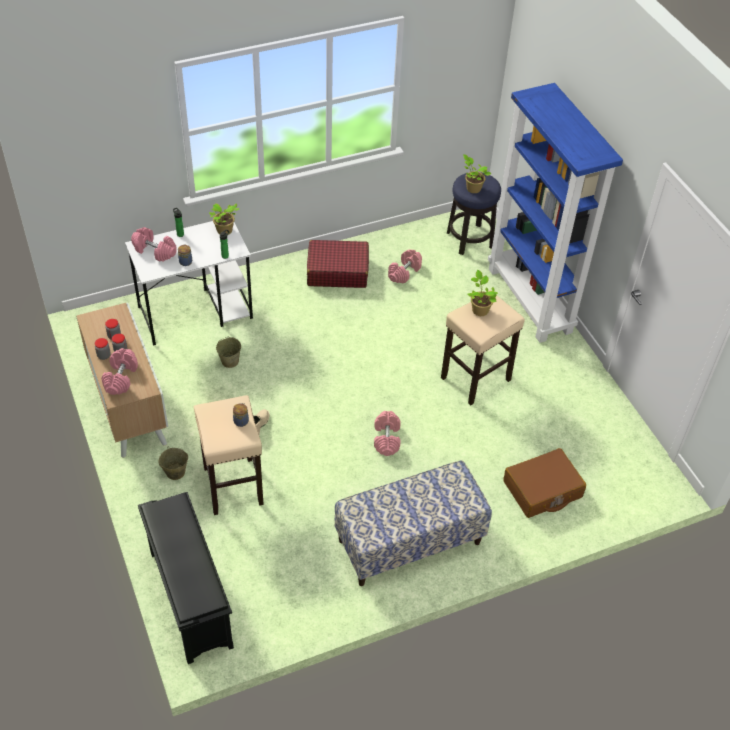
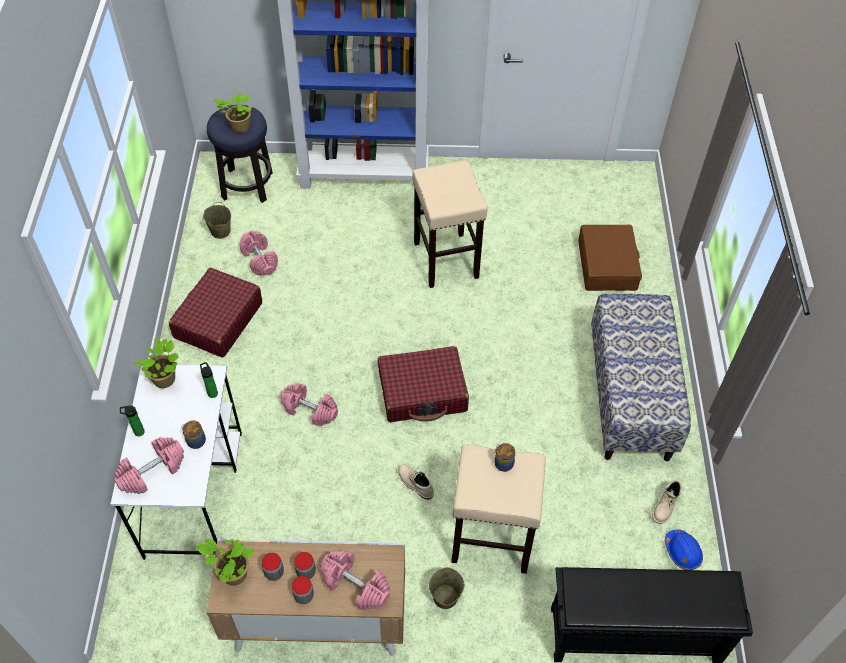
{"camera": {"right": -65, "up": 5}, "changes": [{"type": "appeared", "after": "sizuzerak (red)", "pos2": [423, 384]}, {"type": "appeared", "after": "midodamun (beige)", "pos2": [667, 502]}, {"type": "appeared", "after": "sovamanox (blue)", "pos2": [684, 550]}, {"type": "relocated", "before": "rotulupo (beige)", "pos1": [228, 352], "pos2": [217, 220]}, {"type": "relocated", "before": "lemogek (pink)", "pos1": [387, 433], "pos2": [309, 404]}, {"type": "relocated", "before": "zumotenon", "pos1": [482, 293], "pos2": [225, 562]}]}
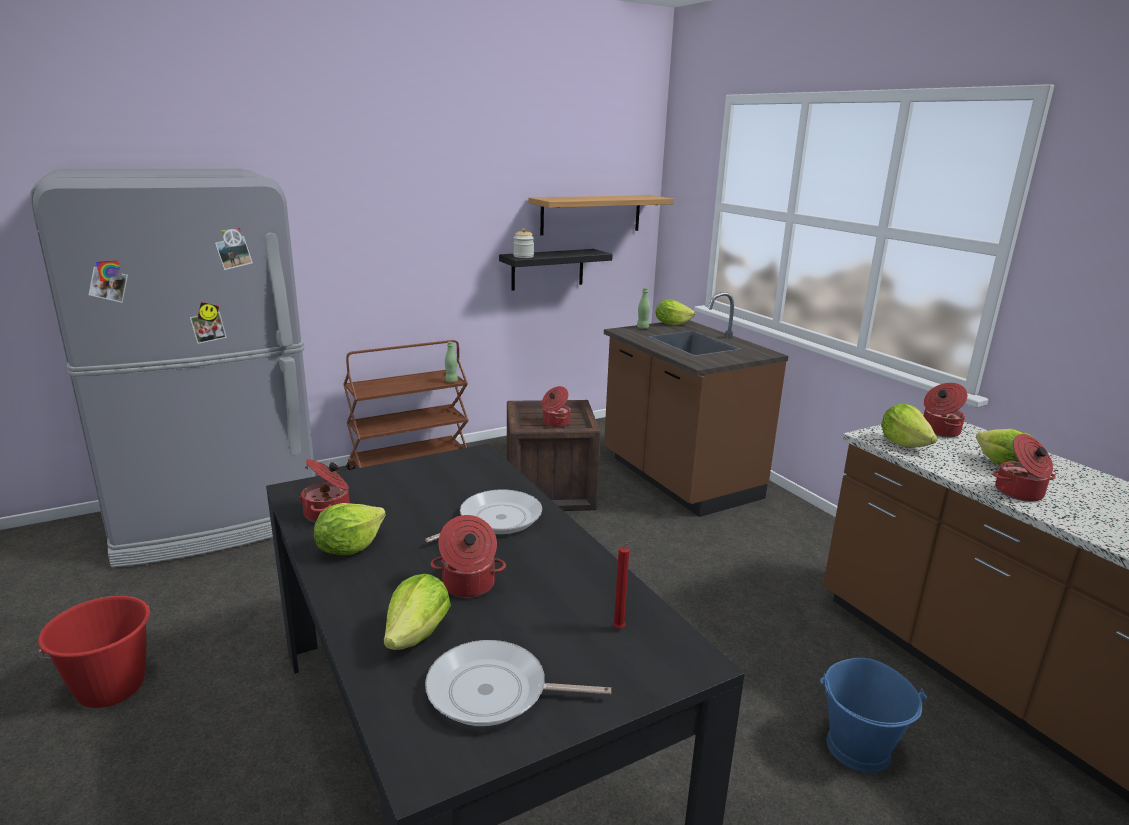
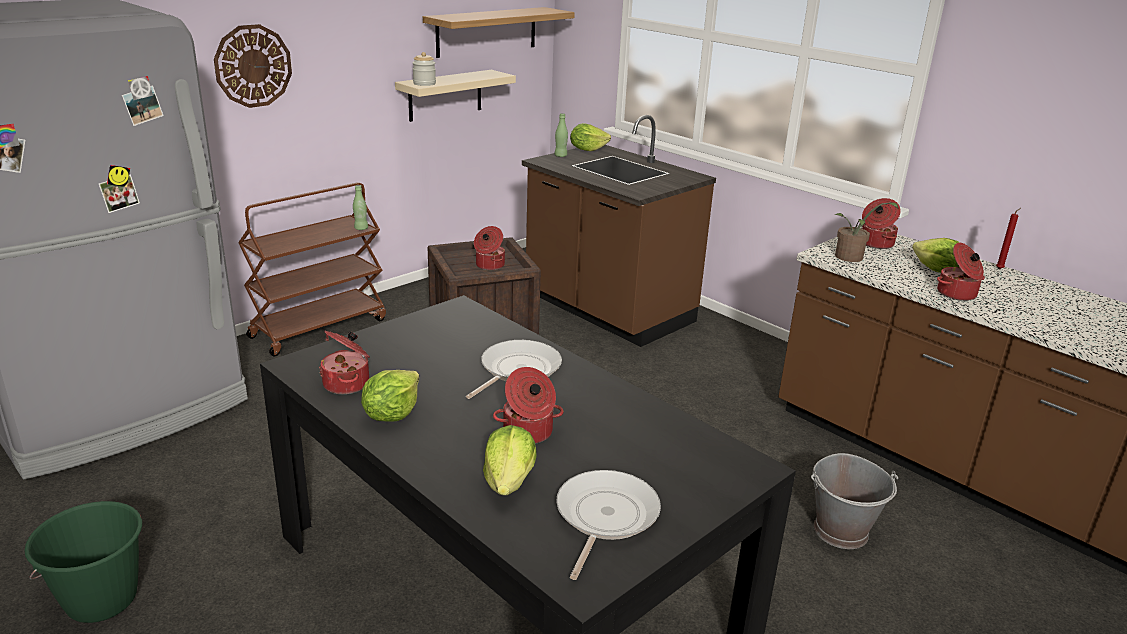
{"camera": {"right": -15, "up": 5}, "changes": [{"type": "appeared", "after": "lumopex", "pos2": [253, 66]}, {"type": "relocated", "before": "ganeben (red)", "pos1": [624, 584], "pos2": [1008, 238]}, {"type": "exchanged", "before": "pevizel", "after": "zumotenon", "pos1": [909, 426], "pos2": [867, 232]}, {"type": "colour", "before": "rotulupo (red)", "after": "rotulupo (green)", "pos1": [94, 652], "pos2": [83, 562]}, {"type": "colour", "before": "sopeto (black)", "after": "sopeto (beige)", "pos1": [556, 270], "pos2": [455, 96]}, {"type": "colour", "before": "rotulupo (blue)", "after": "rotulupo (grey)", "pos1": [873, 715], "pos2": [854, 501]}, {"type": "spun", "before": "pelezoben", "pos1": [518, 683], "pos2": [608, 525], "turn": 120}]}
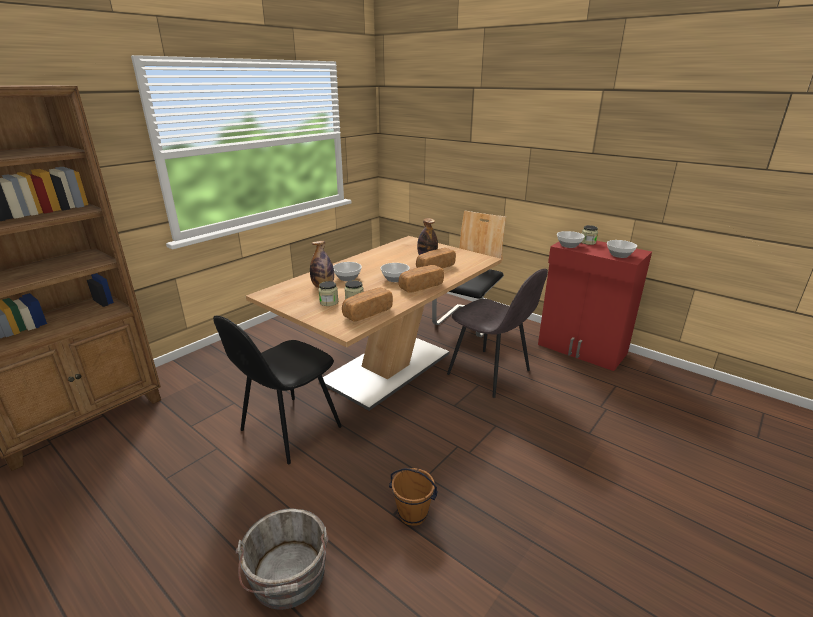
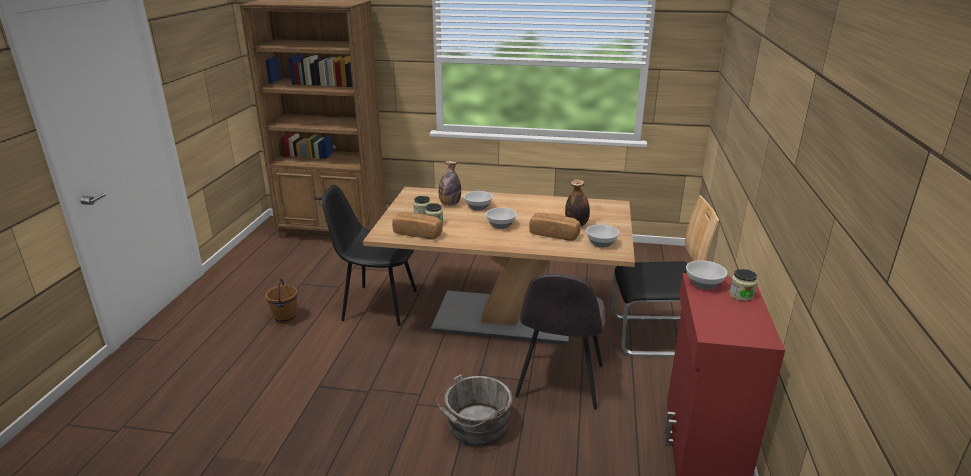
{"camera": {"right": 60, "up": 0}, "changes": [{"type": "missing", "before": "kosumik", "pos1": [421, 279]}, {"type": "relocated", "before": "rotulupo (grey)", "pos1": [282, 559], "pos2": [474, 410]}, {"type": "relocated", "before": "rotulupo (brown)", "pos1": [413, 497], "pos2": [282, 301]}, {"type": "relocated", "before": "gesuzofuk", "pos1": [622, 249], "pos2": [602, 236]}]}
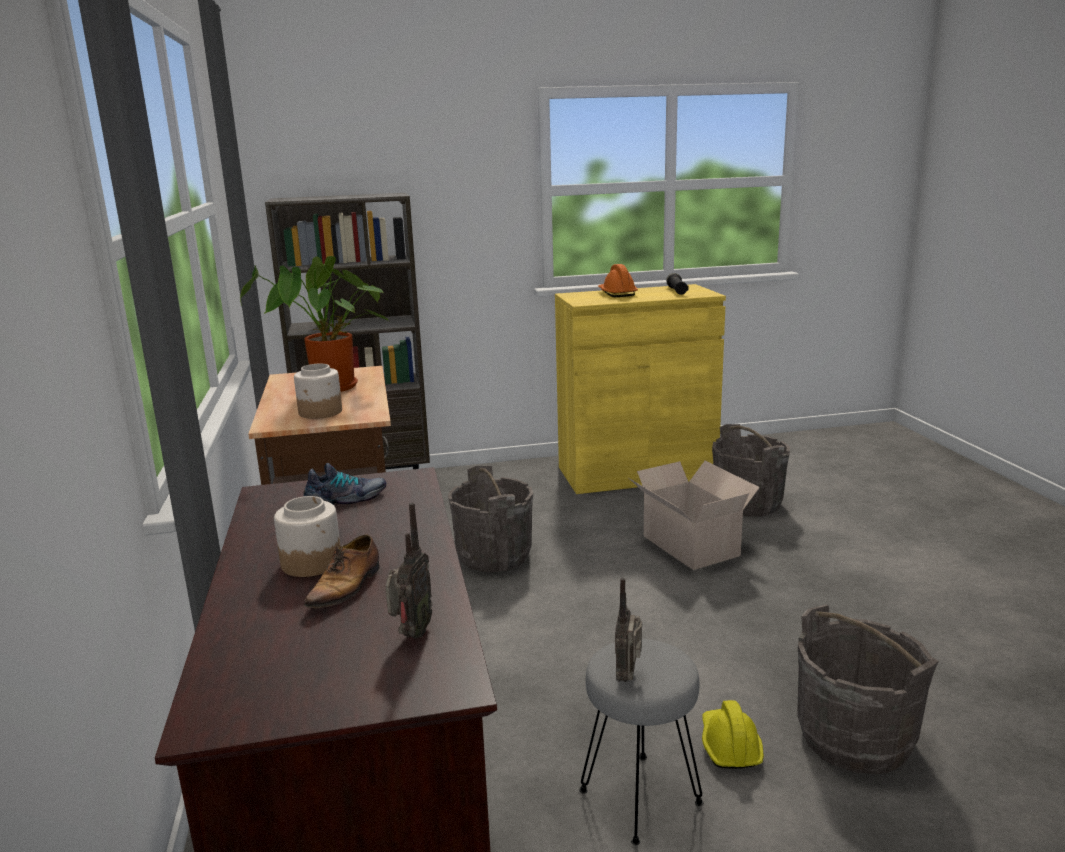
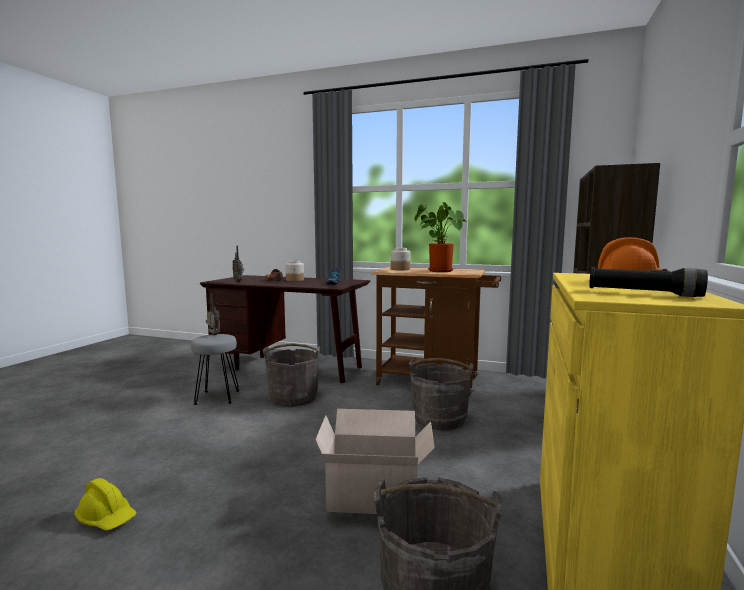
{"camera": {"right": 120, "up": -10}, "changes": [{"type": "relocated", "before": "sovamanox (yellow)", "pos1": [733, 734], "pos2": [105, 504]}, {"type": "relocated", "before": "rotulupo (grey)", "pos1": [868, 689], "pos2": [291, 375]}]}
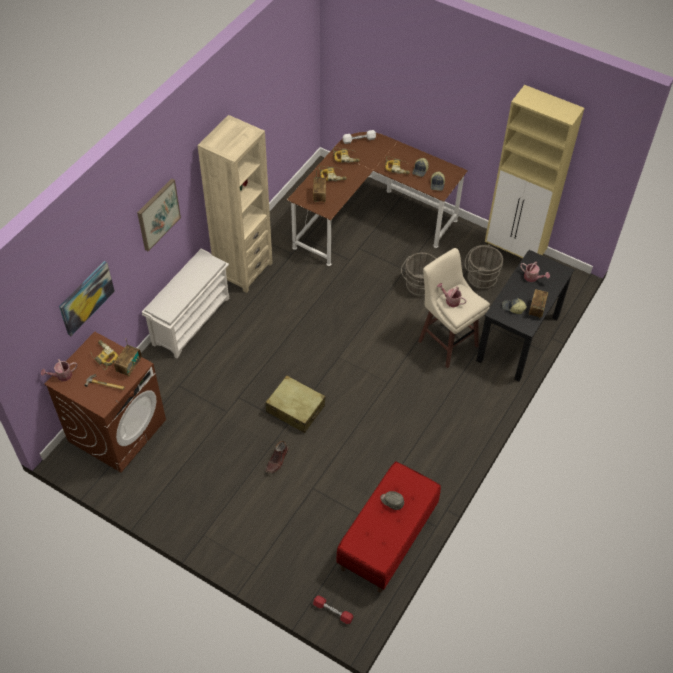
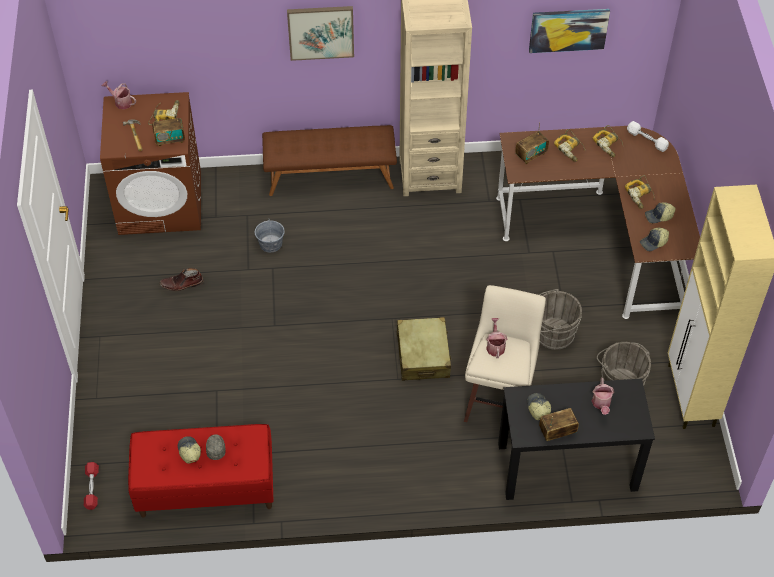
{"camera": {"right": 55, "up": 0}, "changes": [{"type": "appeared", "after": "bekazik", "pos2": [189, 450]}, {"type": "appeared", "after": "rotulupo (grey)", "pos2": [270, 236]}, {"type": "relocated", "before": "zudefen", "pos1": [87, 298], "pos2": [569, 31]}, {"type": "relocated", "before": "midodamun (brown)", "pos1": [276, 457], "pos2": [181, 279]}, {"type": "relocated", "before": "sizuzerak (beige)", "pos1": [296, 404], "pos2": [424, 349]}, {"type": "exchanged", "before": "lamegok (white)", "after": "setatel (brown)", "pos1": [185, 304], "pos2": [329, 160]}]}
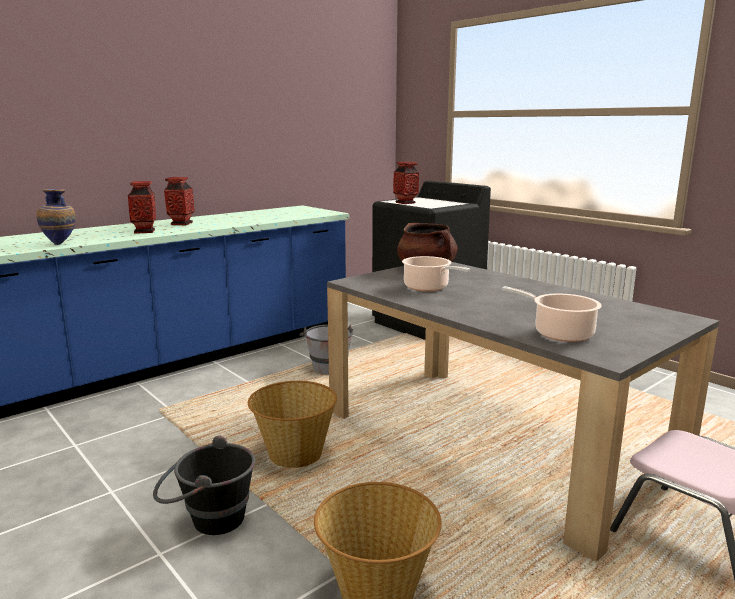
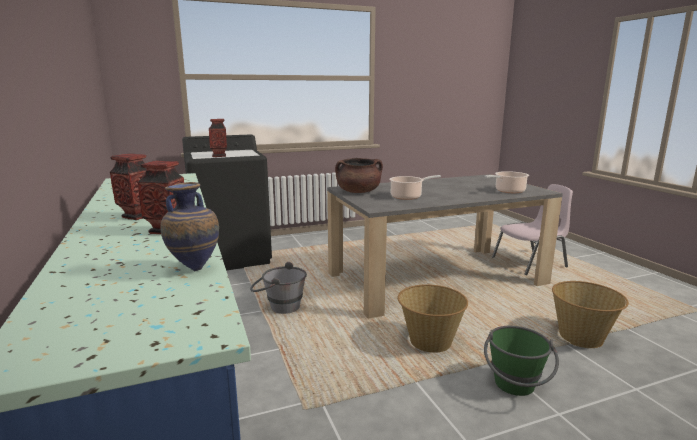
{"camera": {"right": -70, "up": 0}, "changes": [{"type": "colour", "before": "rotulupo (black)", "after": "rotulupo (green)", "pos1": [204, 485], "pos2": [521, 361]}]}
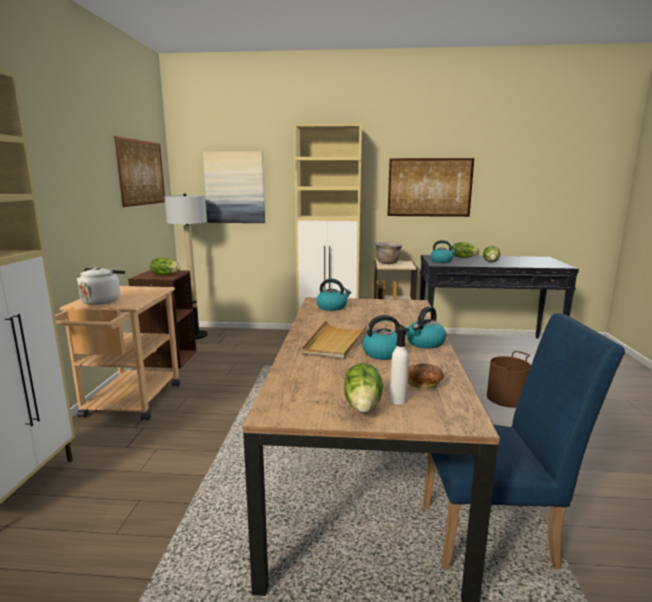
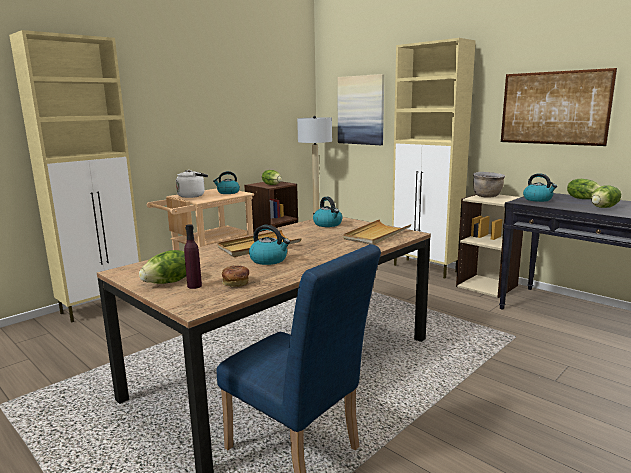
{"camera": {"right": 40, "up": 0}, "changes": [{"type": "missing", "before": "zudefen", "pos1": [139, 171]}, {"type": "missing", "before": "rotulupo (brown)", "pos1": [509, 379]}, {"type": "appeared", "after": "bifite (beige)", "pos2": [377, 232]}, {"type": "relocated", "before": "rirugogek", "pos1": [426, 327], "pos2": [226, 182]}, {"type": "colour", "before": "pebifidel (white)", "after": "pebifidel (purple)", "pos1": [399, 366], "pos2": [193, 256]}]}
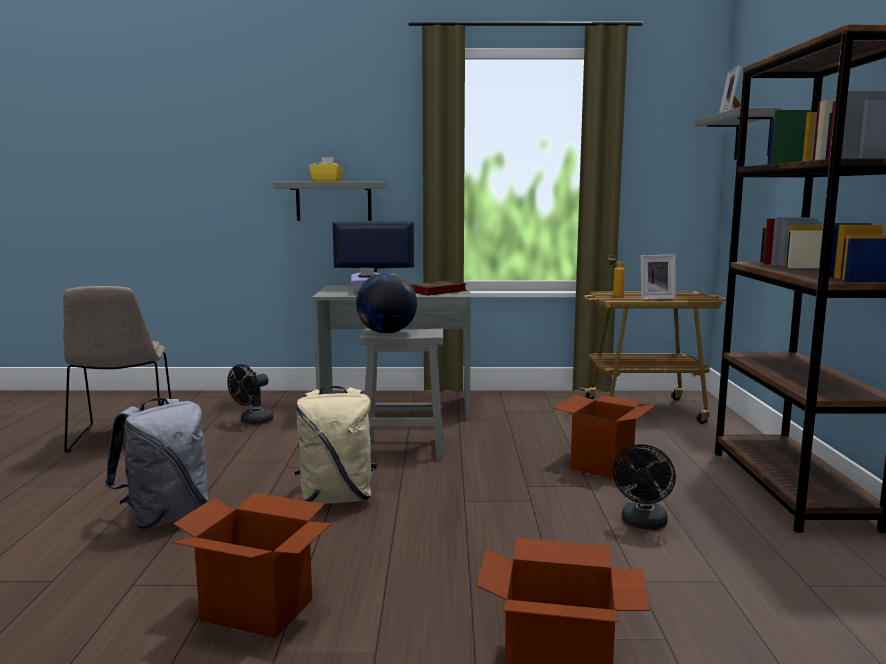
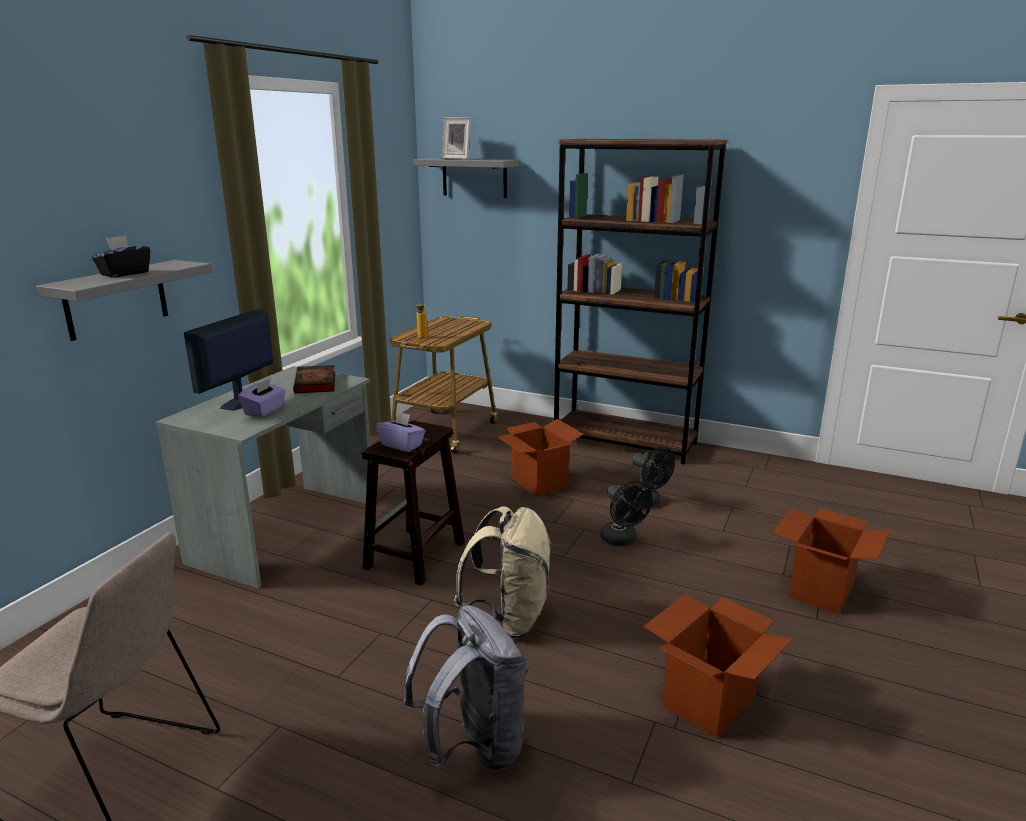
{"camera": {"right": -65, "up": 10}, "changes": [{"type": "missing", "before": "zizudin", "pos1": [658, 277]}, {"type": "relocated", "before": "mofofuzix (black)", "pos1": [250, 394], "pos2": [626, 513]}, {"type": "exchanged", "before": "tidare", "after": "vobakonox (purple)", "pos1": [386, 303], "pos2": [400, 431]}, {"type": "colour", "before": "vobakonox (yellow)", "after": "vobakonox (black)", "pos1": [326, 169], "pos2": [121, 256]}, {"type": "colour", "before": "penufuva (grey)", "after": "penufuva (brown)", "pos1": [401, 394], "pos2": [413, 503]}]}
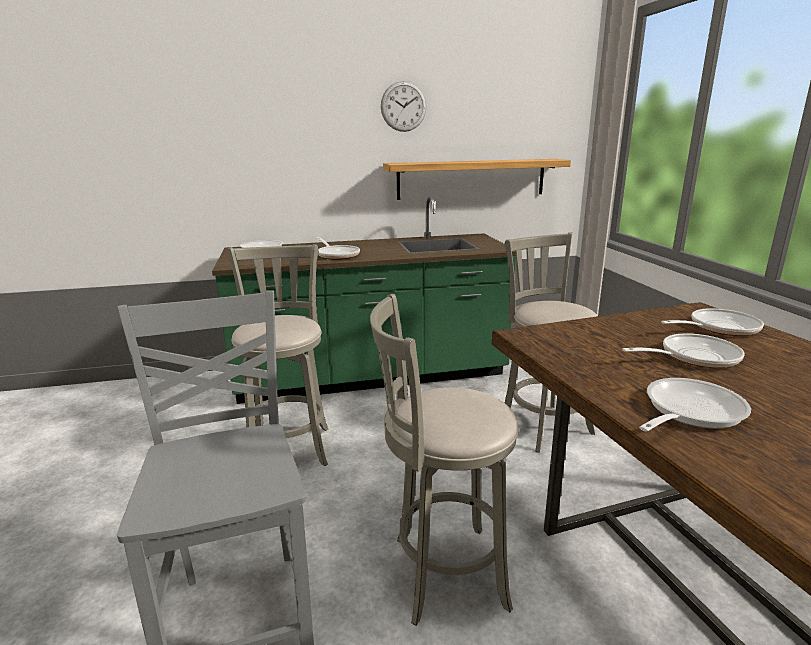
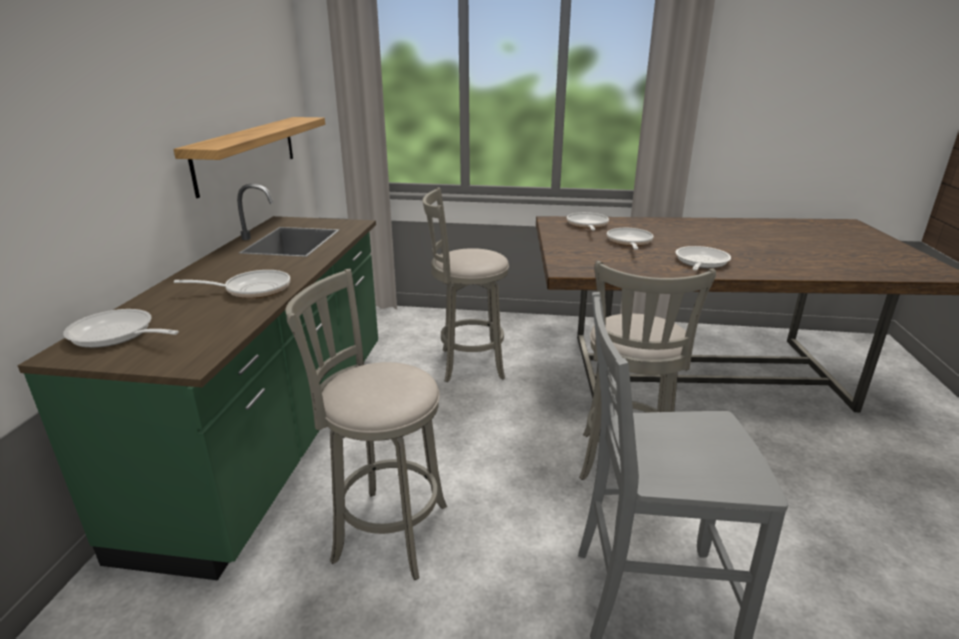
{"camera": {"right": -70, "up": 5}, "changes": [{"type": "missing", "before": "lumopex", "pos1": [404, 106]}, {"type": "spun", "before": "pelezoben", "pos1": [695, 405], "pos2": [703, 258], "turn": 45}]}
